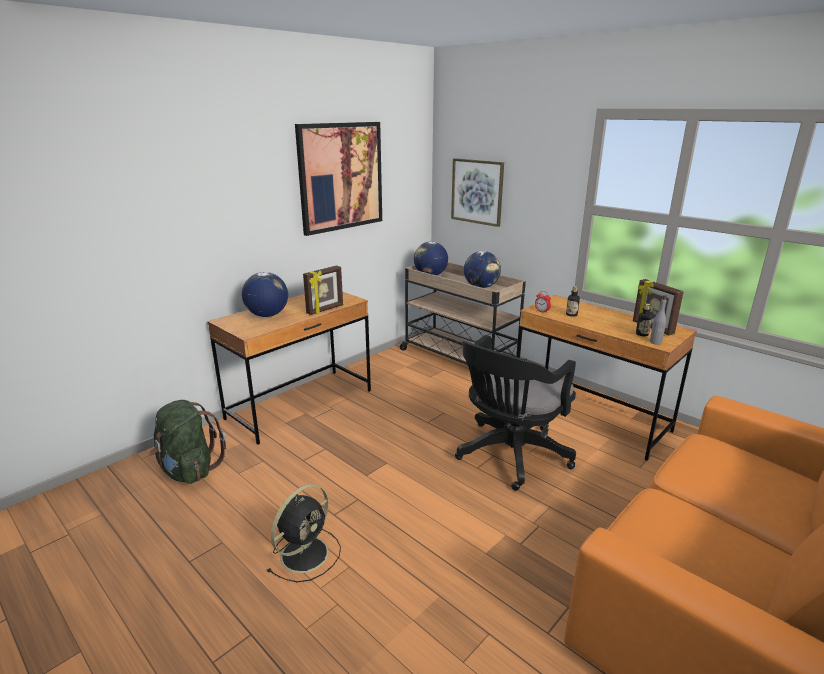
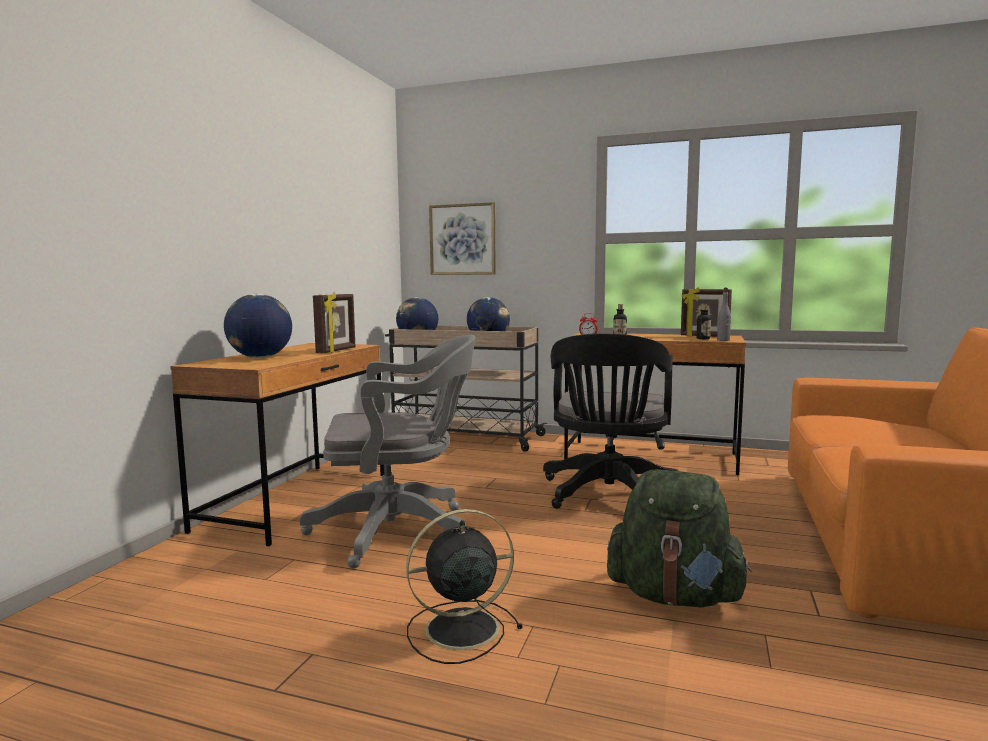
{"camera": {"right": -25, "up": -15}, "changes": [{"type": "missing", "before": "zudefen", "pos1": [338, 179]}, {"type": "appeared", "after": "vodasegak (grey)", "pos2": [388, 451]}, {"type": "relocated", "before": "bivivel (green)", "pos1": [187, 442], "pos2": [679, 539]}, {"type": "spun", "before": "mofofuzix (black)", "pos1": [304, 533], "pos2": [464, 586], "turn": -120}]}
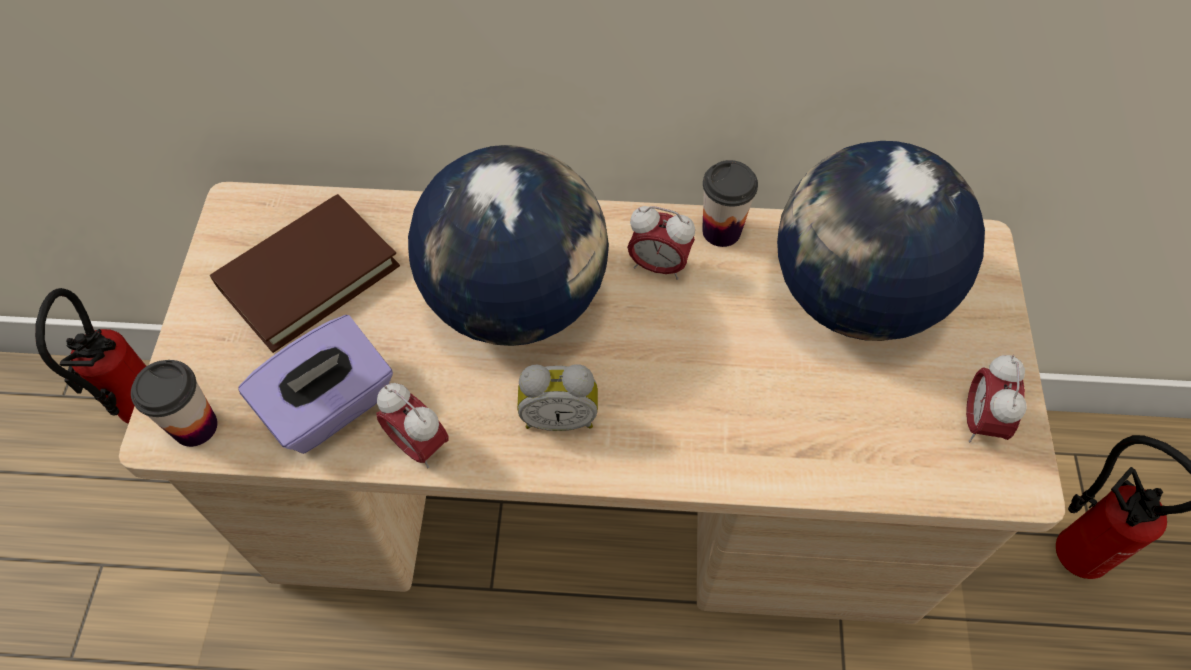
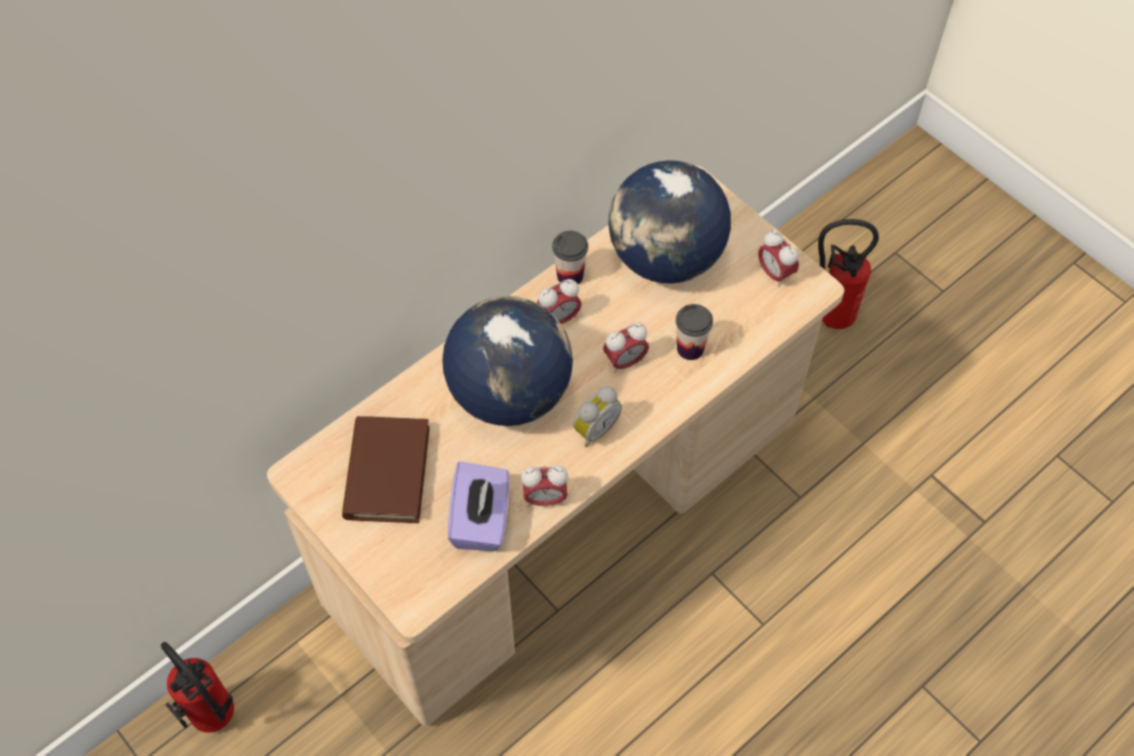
{"camera": {"right": -45, "up": 0}, "changes": [{"type": "appeared", "after": "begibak", "pos2": [626, 347]}, {"type": "relocated", "before": "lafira", "pos1": [174, 403], "pos2": [694, 332]}]}
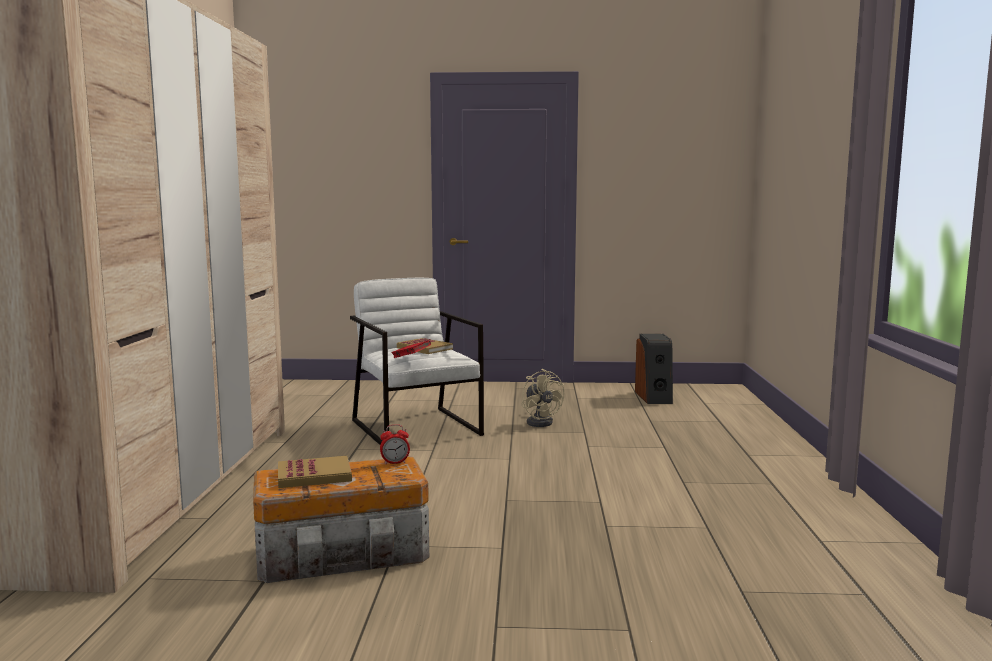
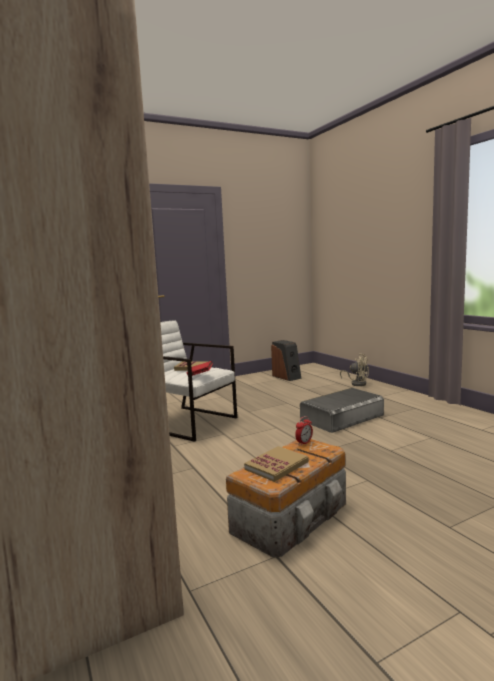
{"camera": {"right": -30, "up": 0}, "changes": [{"type": "appeared", "after": "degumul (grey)", "pos2": [342, 410]}, {"type": "relocated", "before": "mofofuzix (beige)", "pos1": [543, 398], "pos2": [354, 370]}]}
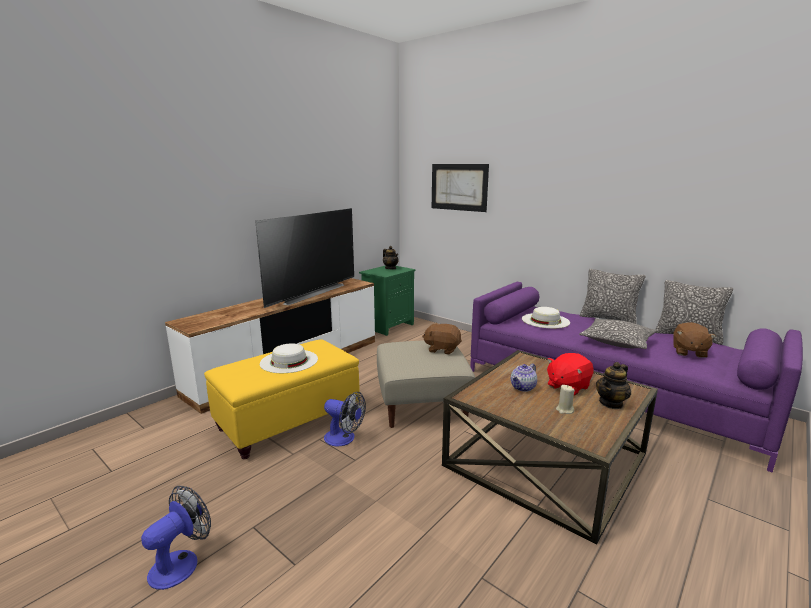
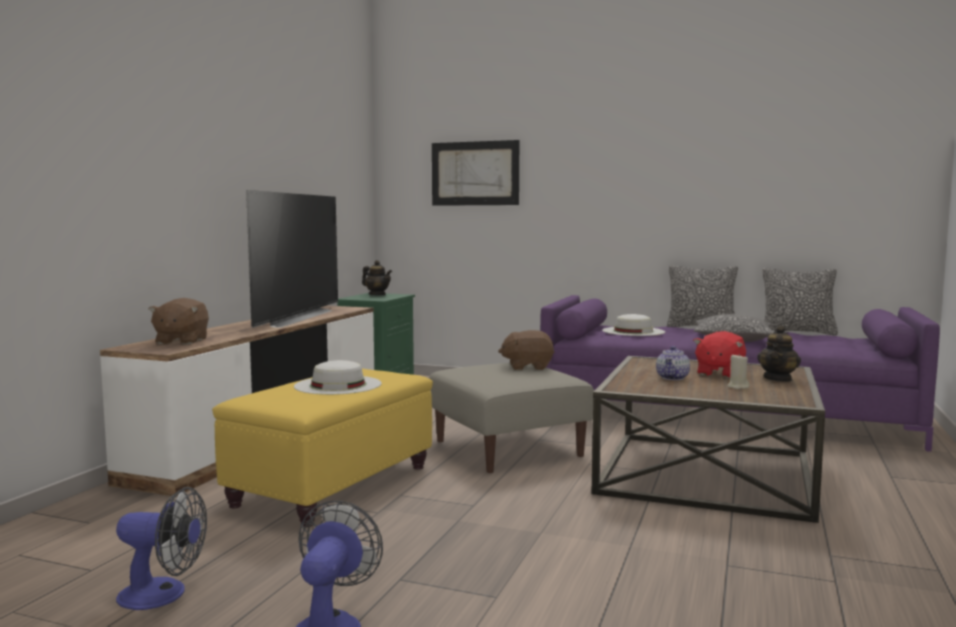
{"camera": {"right": -20, "up": -10}, "changes": [{"type": "relocated", "before": "mofofuzix", "pos1": [345, 419], "pos2": [161, 548]}, {"type": "relocated", "before": "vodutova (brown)", "pos1": [694, 340], "pos2": [178, 321]}]}
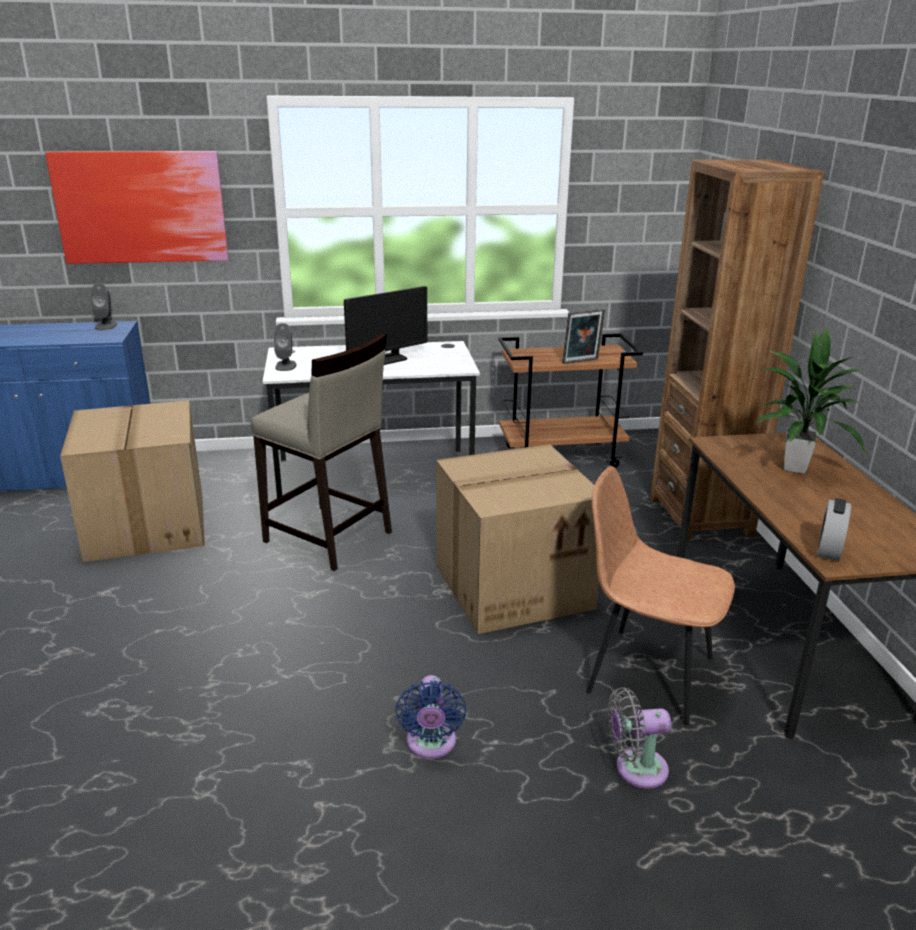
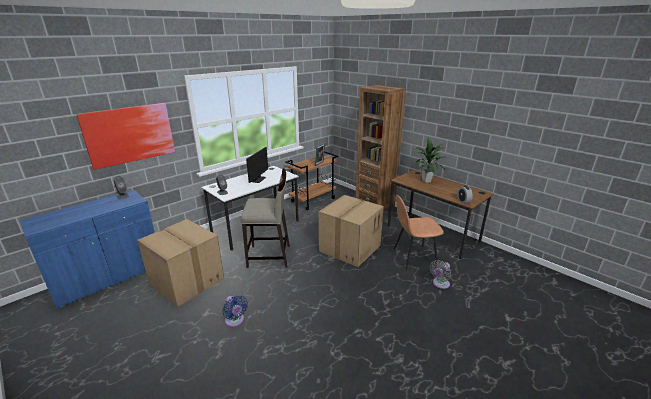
{"camera": {"right": -35, "up": 0}, "changes": [{"type": "relocated", "before": "mofofuzix (blue)", "pos1": [430, 717], "pos2": [235, 311]}]}
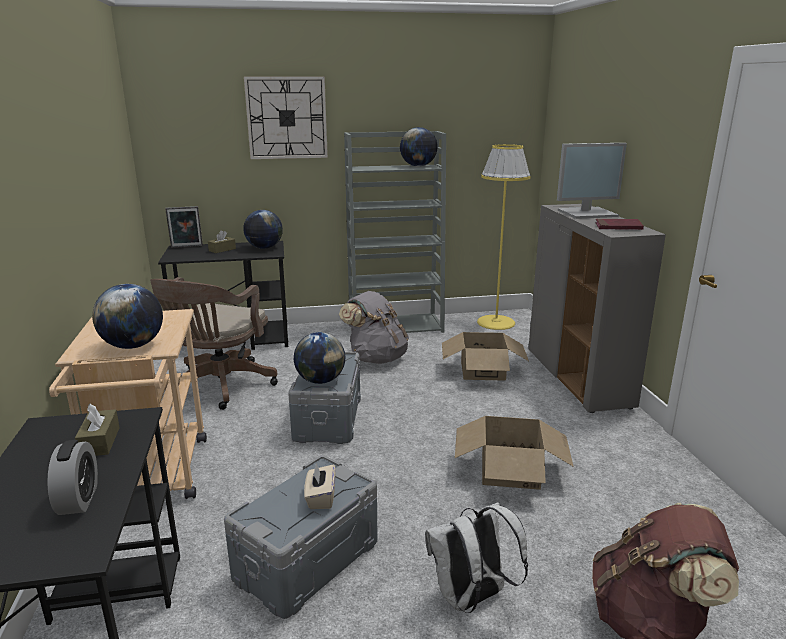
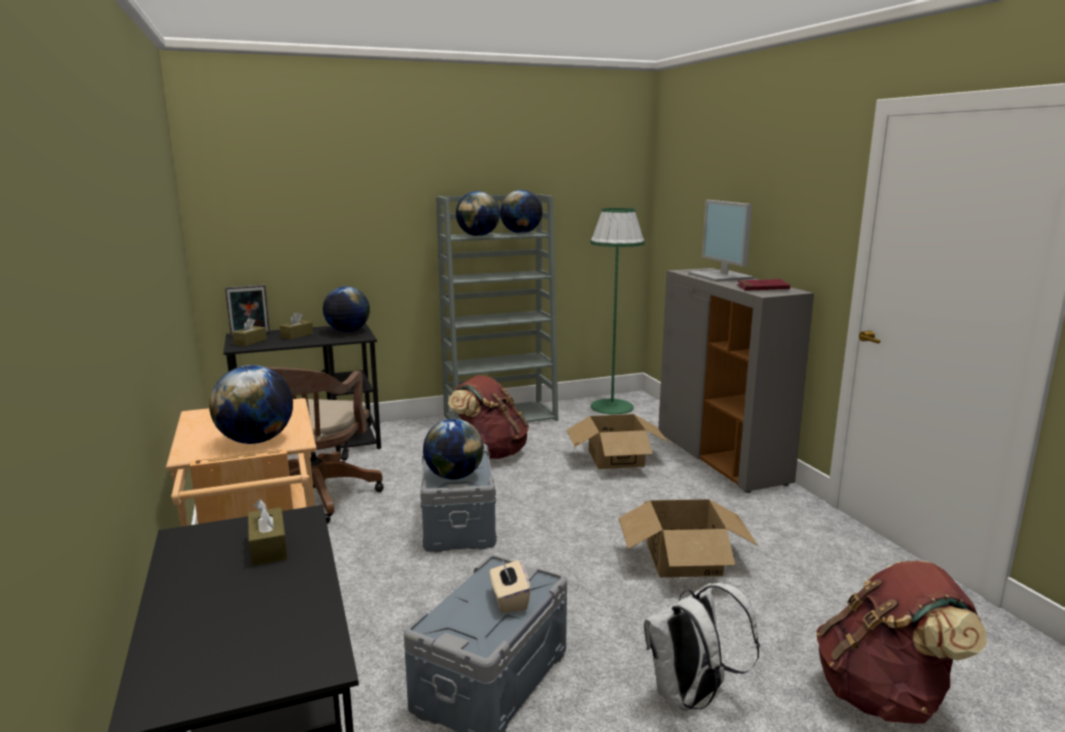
{"camera": {"right": -10, "up": -5}, "changes": [{"type": "missing", "before": "begibak", "pos1": [72, 477]}, {"type": "missing", "before": "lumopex", "pos1": [286, 117]}, {"type": "appeared", "after": "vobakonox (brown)", "pos2": [249, 332]}, {"type": "appeared", "after": "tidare", "pos2": [478, 213]}, {"type": "colour", "before": "bivivel (grey)", "after": "bivivel (brown)", "pos1": [374, 327], "pos2": [488, 417]}, {"type": "colour", "before": "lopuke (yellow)", "after": "lopuke (green)", "pos1": [504, 237], "pos2": [617, 311]}, {"type": "spun", "before": "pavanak", "pos1": [592, 181], "pos2": [721, 241], "turn": 90}]}
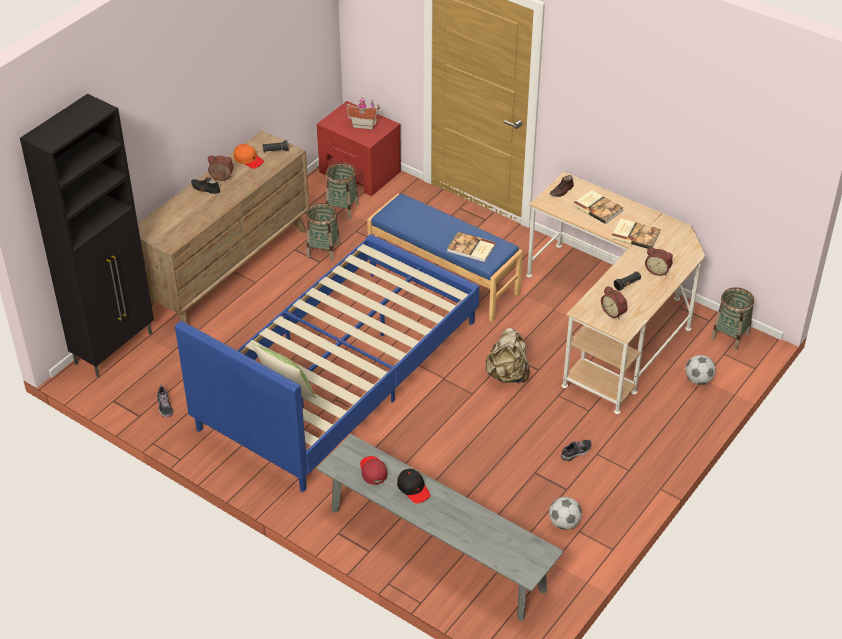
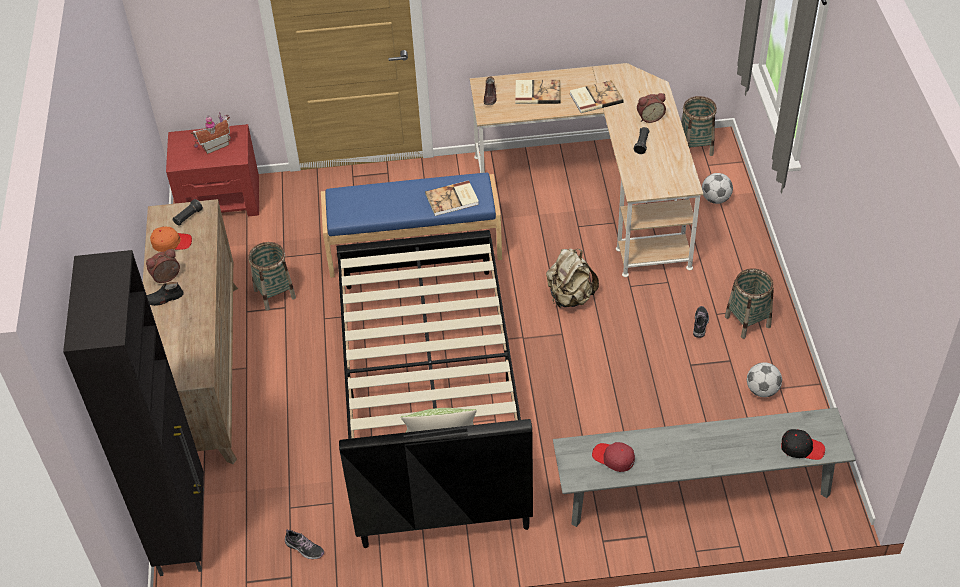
{"camera": {"right": -40, "up": 5}, "changes": [{"type": "missing", "before": "begibak", "pos1": [614, 302]}, {"type": "relocated", "before": "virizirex", "pos1": [342, 191], "pos2": [749, 303]}, {"type": "relocated", "before": "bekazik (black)", "pos1": [414, 486], "pos2": [803, 444]}, {"type": "colour", "before": "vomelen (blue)", "after": "vomelen (black)", "pos1": [327, 363], "pos2": [434, 389]}]}
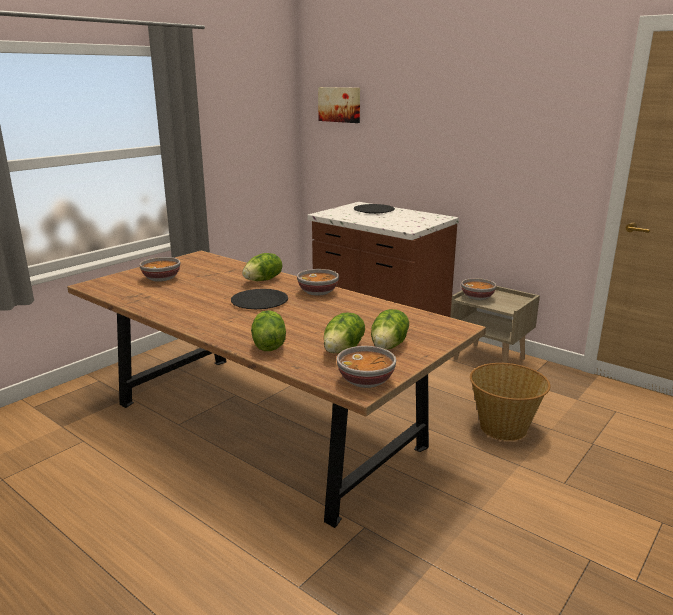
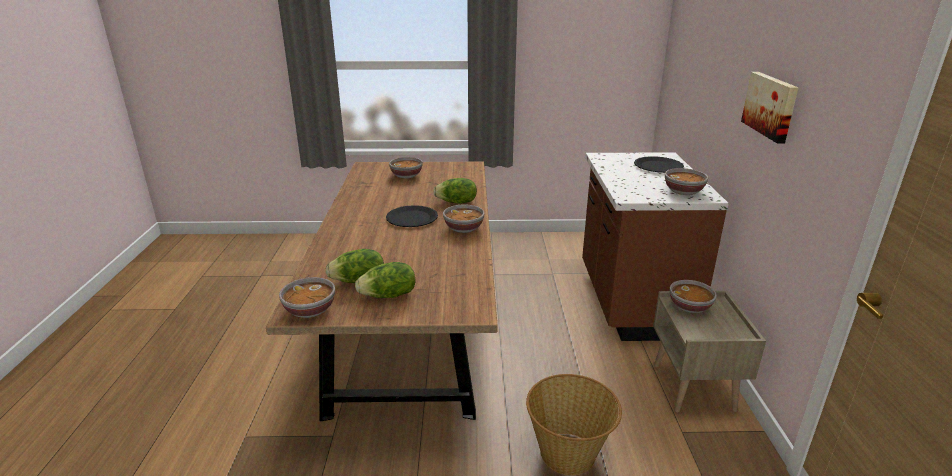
{"camera": {"right": 50, "up": 5}, "changes": [{"type": "missing", "before": "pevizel", "pos1": [268, 330]}, {"type": "appeared", "after": "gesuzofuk", "pos2": [686, 181]}, {"type": "relocated", "before": "zudefen", "pos1": [339, 105], "pos2": [769, 108]}]}
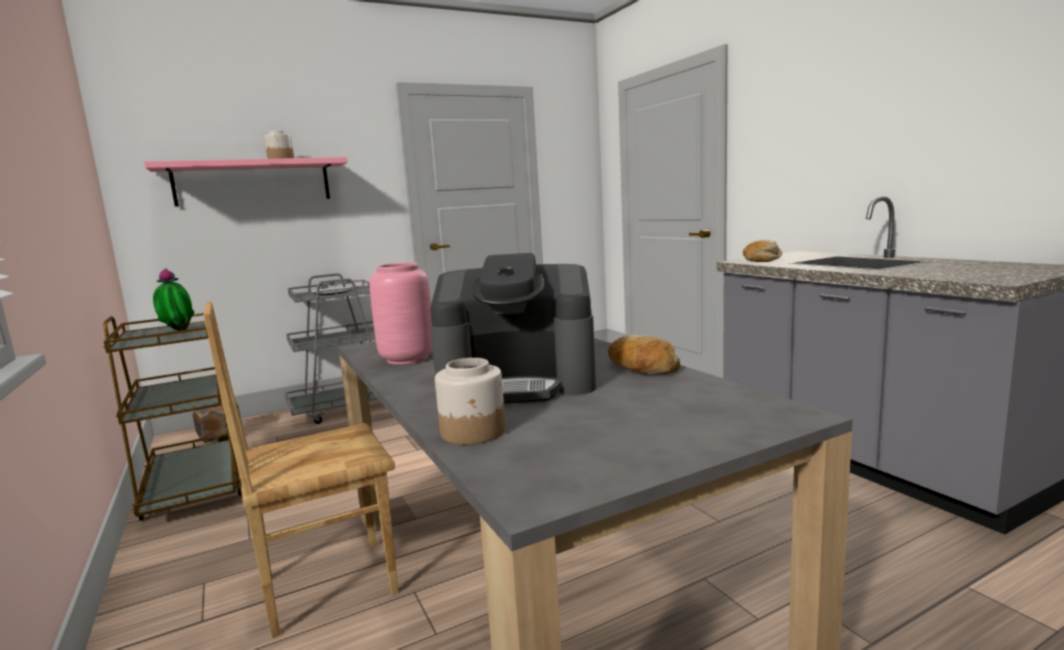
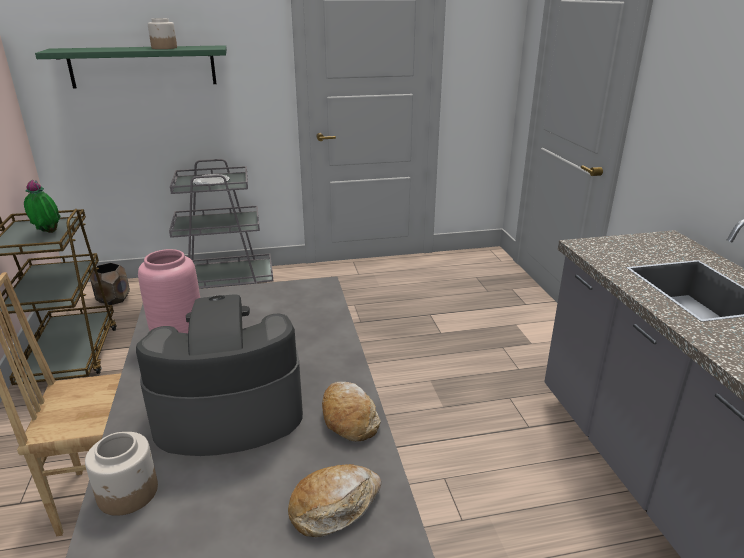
{"camera": {"right": 15, "up": 15}, "changes": [{"type": "relocated", "before": "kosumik", "pos1": [762, 251], "pos2": [334, 500]}, {"type": "colour", "before": "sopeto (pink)", "after": "sopeto (green)", "pos1": [245, 182], "pos2": [131, 67]}, {"type": "spun", "before": "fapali", "pos1": [513, 328], "pos2": [219, 375], "turn": 150}]}
